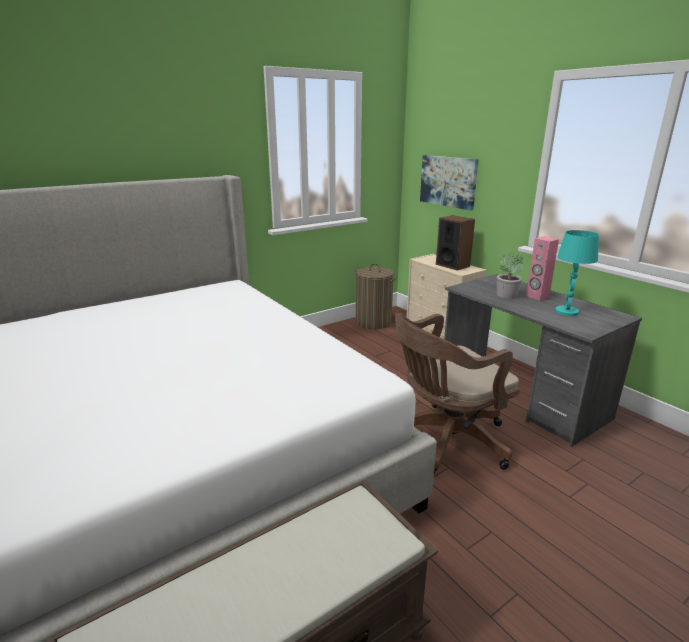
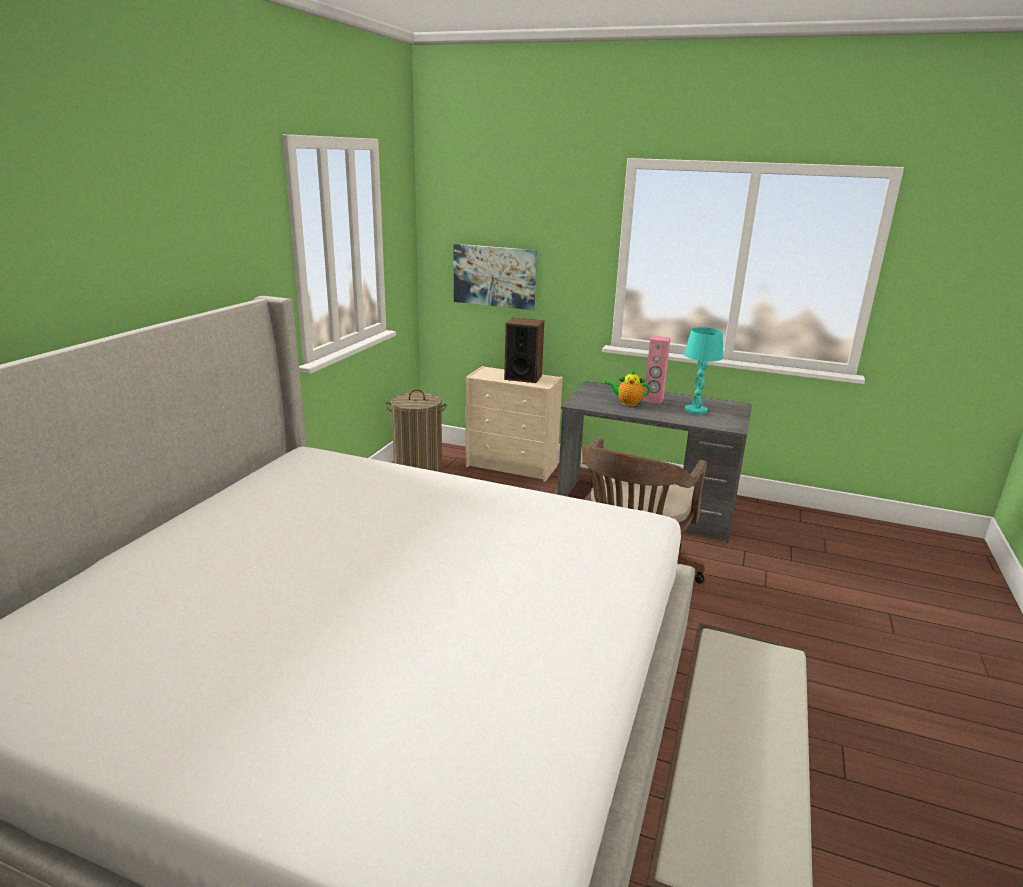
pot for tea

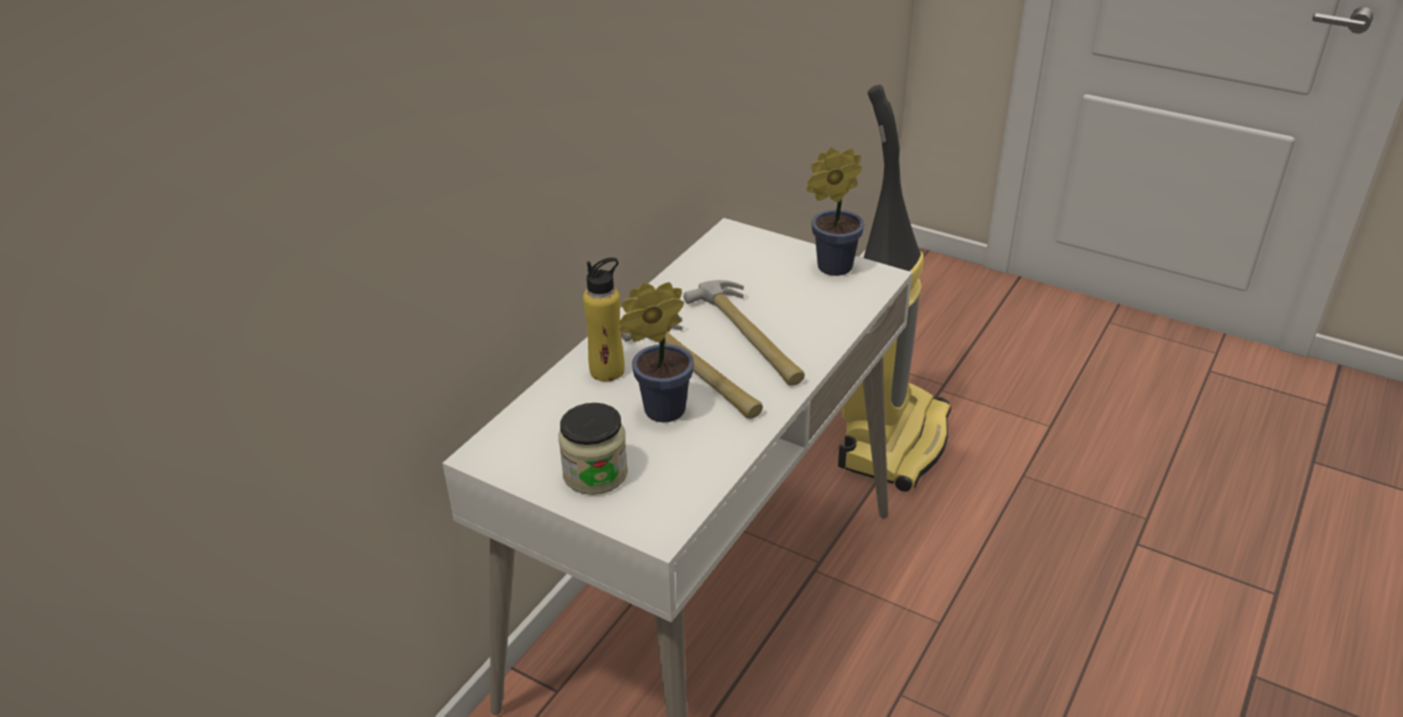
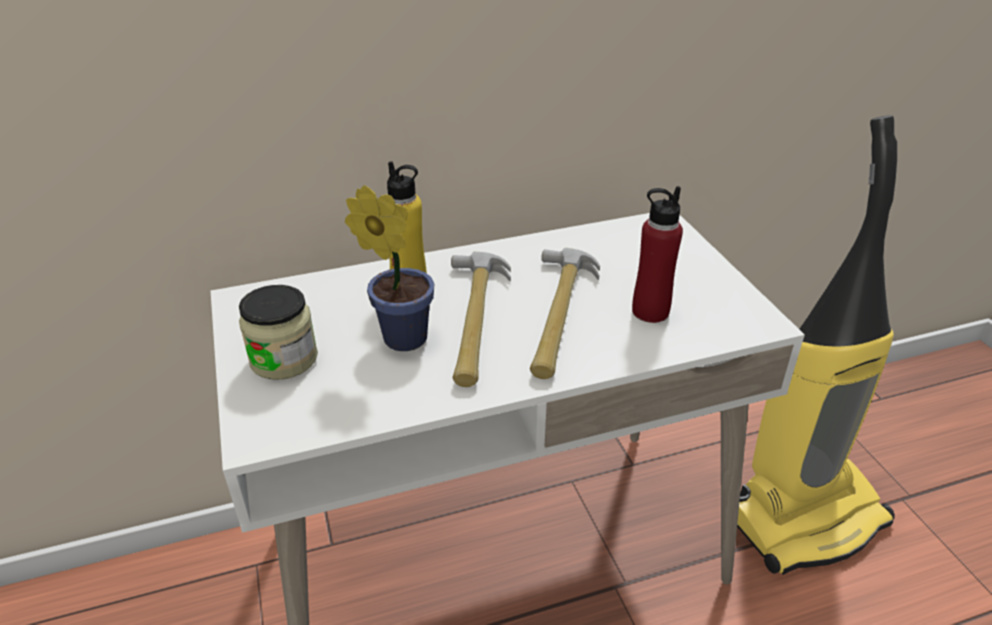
beverage bottle (reddish); houseplant (no. 2 from left in the first image)

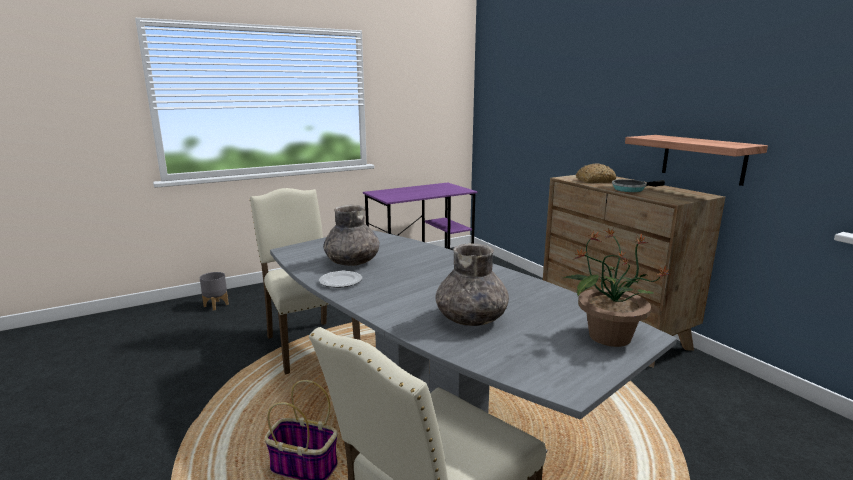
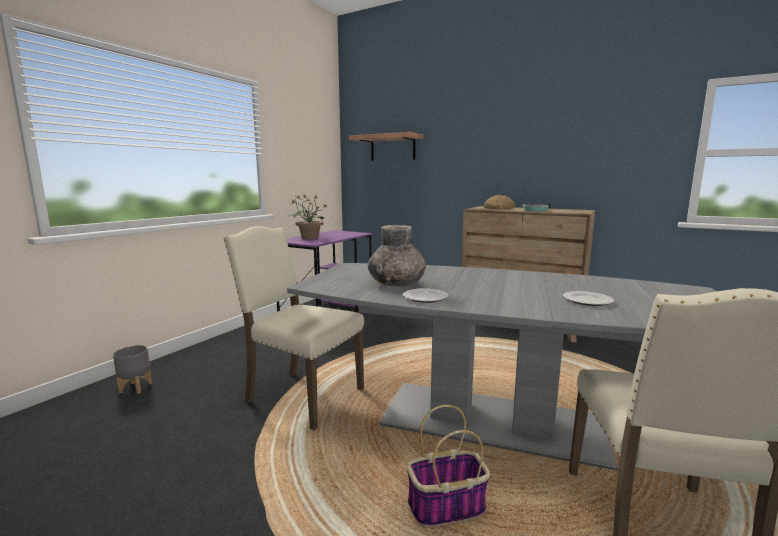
houseplant; wall shelf; flat dish (no. 2 from left)

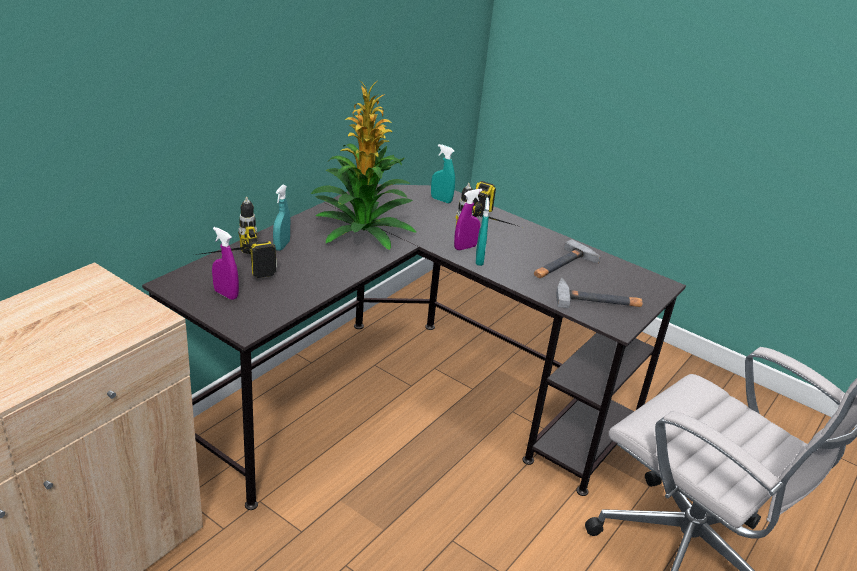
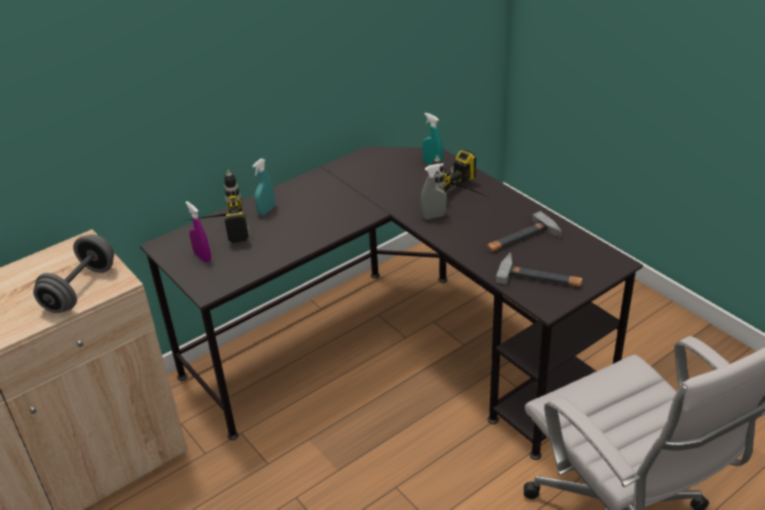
hand weight (greyish); sprayer (greyish); houseplant; sprayer (turquoise-coloured) (no. 3 from left in the first image)

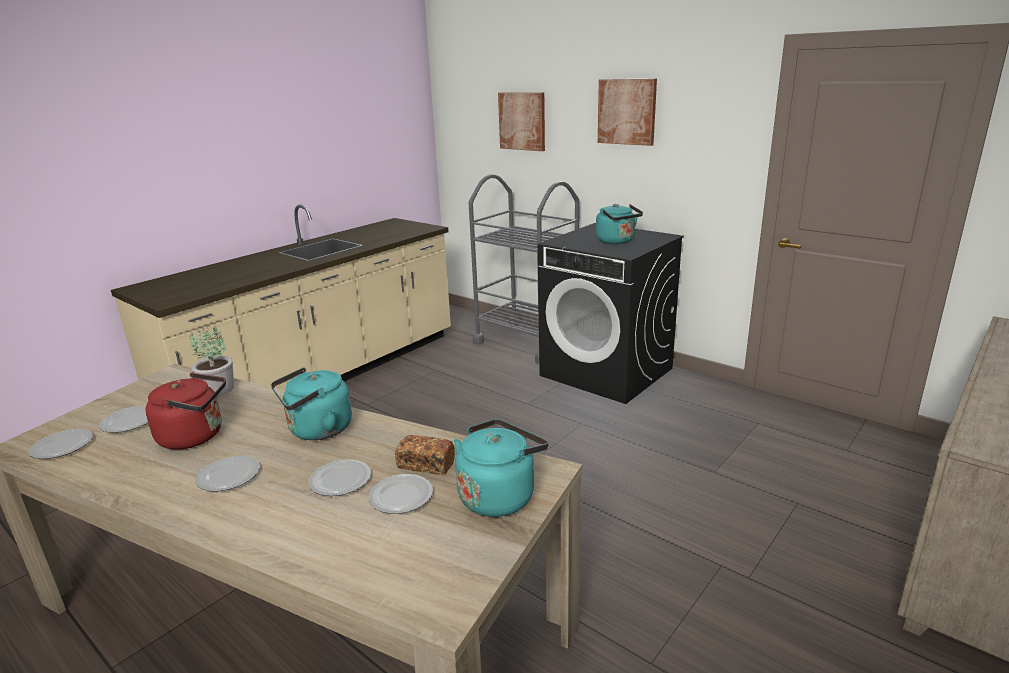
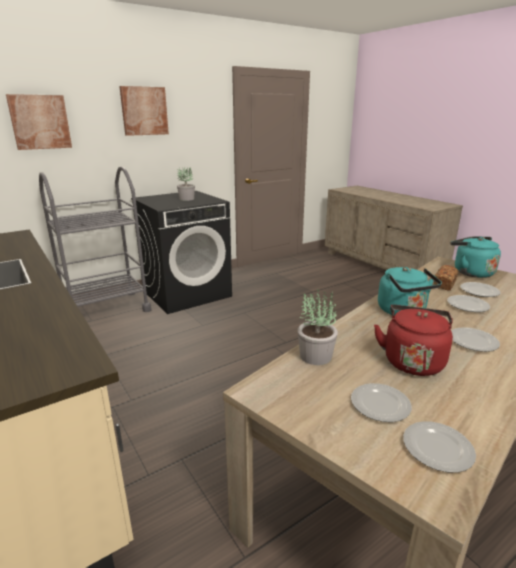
houseplant (no. 1 from left)

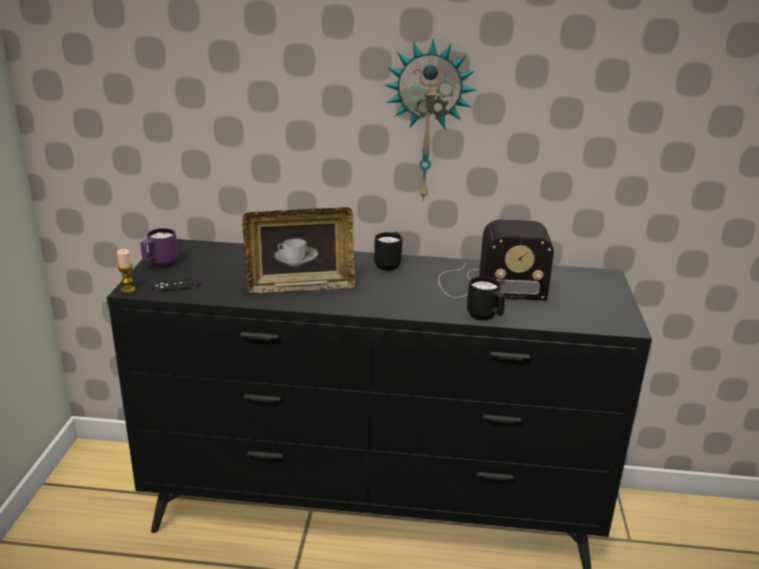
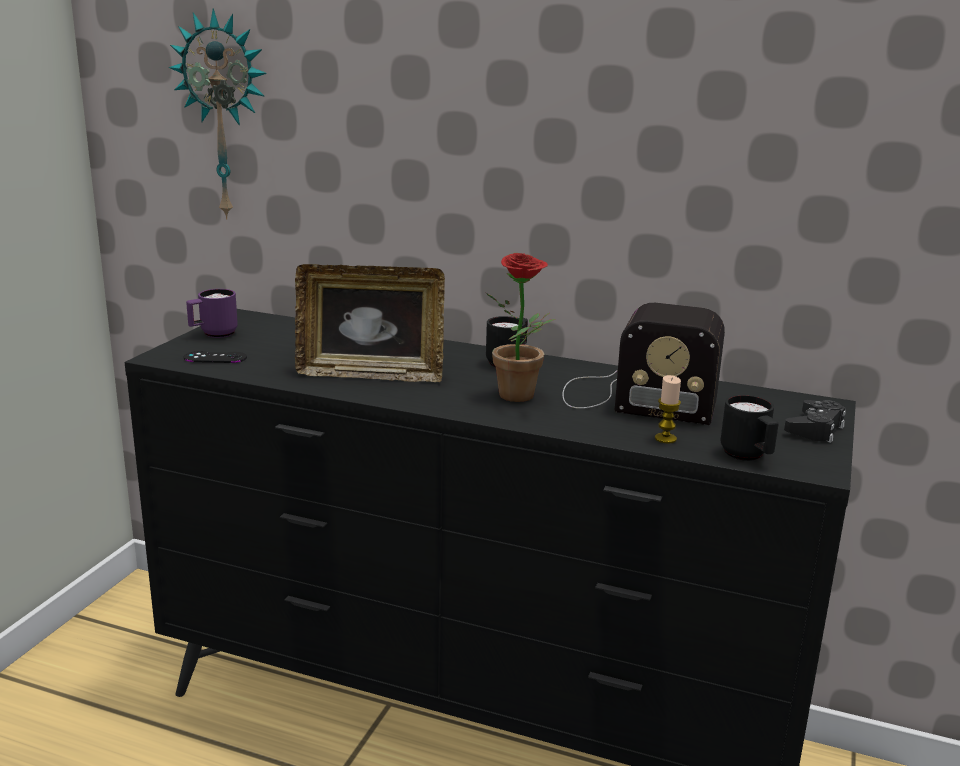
clock on the wall; houseplant; wax light; coffee mug (black-coloured) (no. 2 from left); joypad (black-coloured) (no. 2 from left)

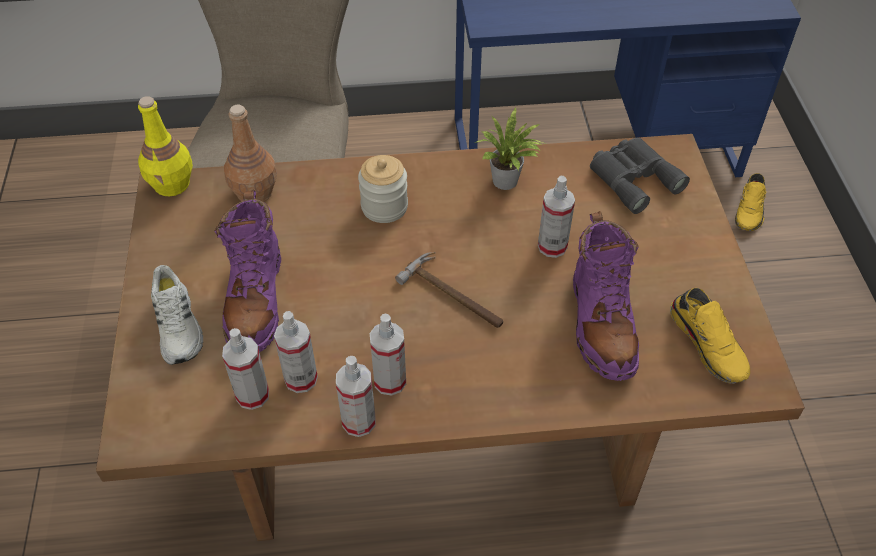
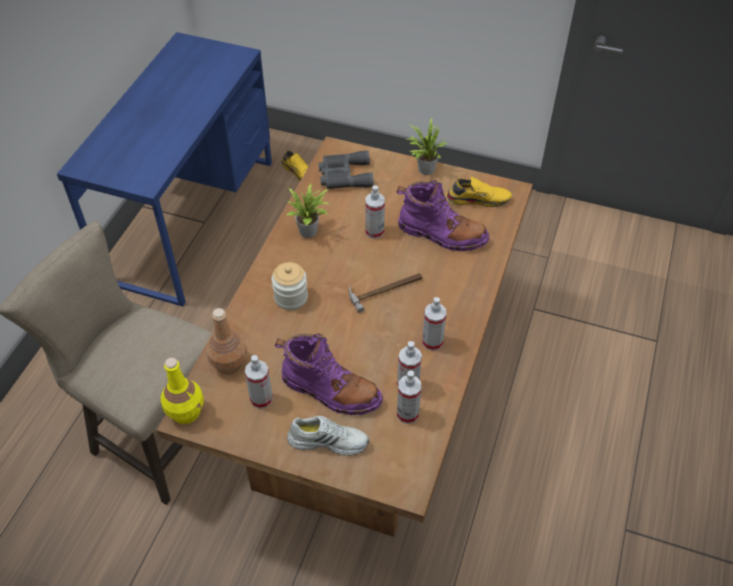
sprayer (no. 1 from left); houseplant (no. 2 from left)

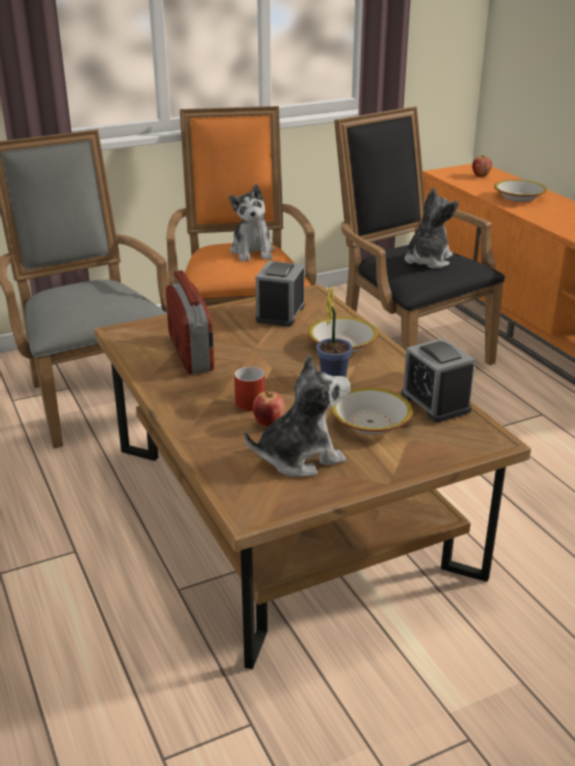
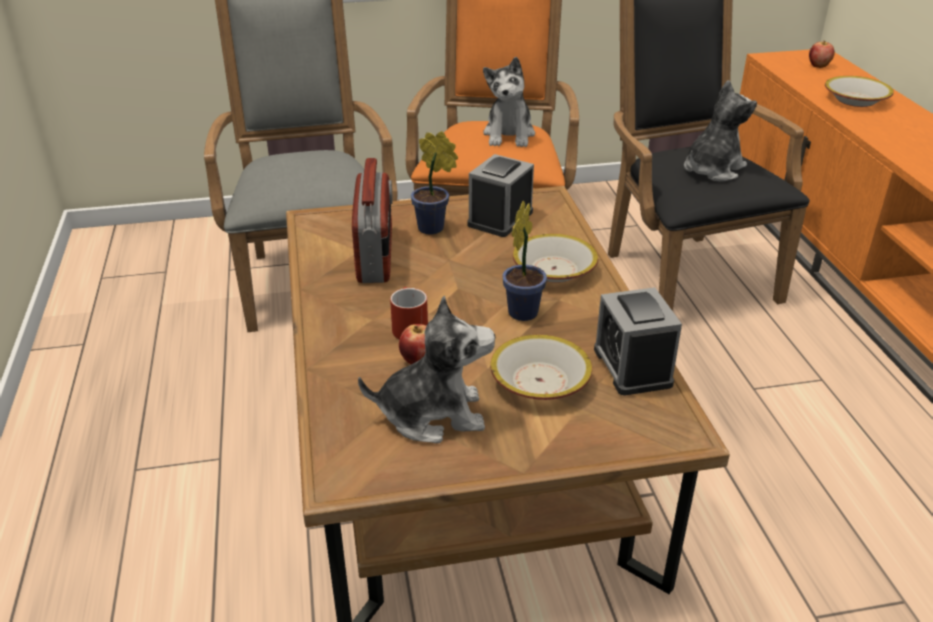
houseplant (no. 1 from left)

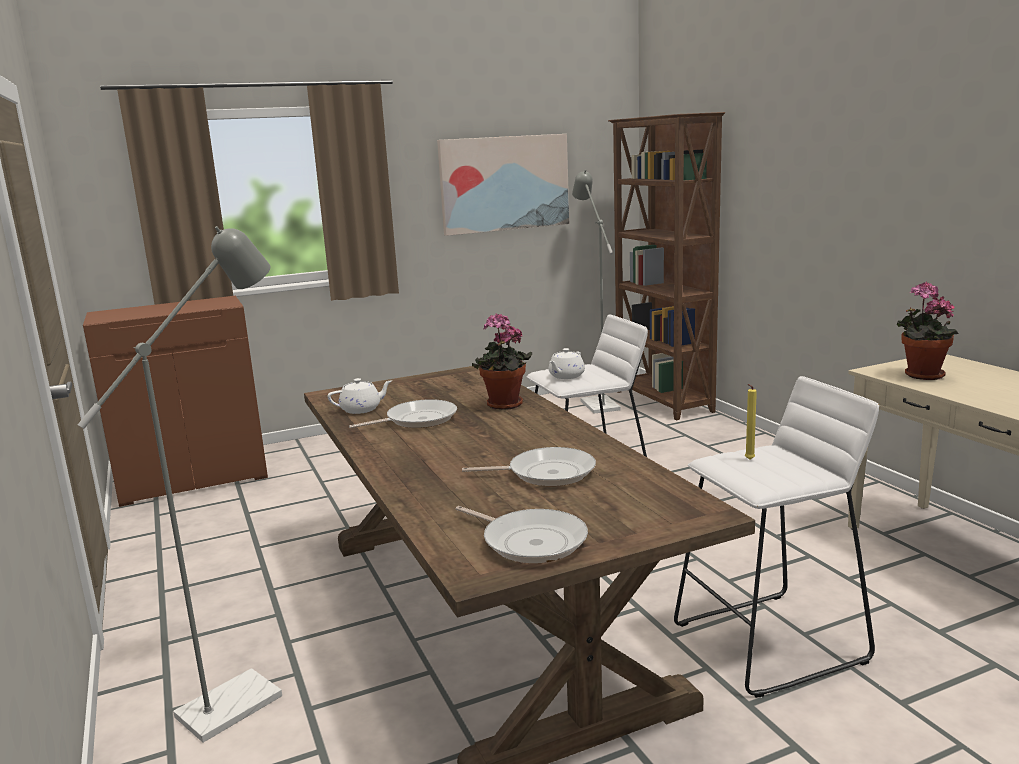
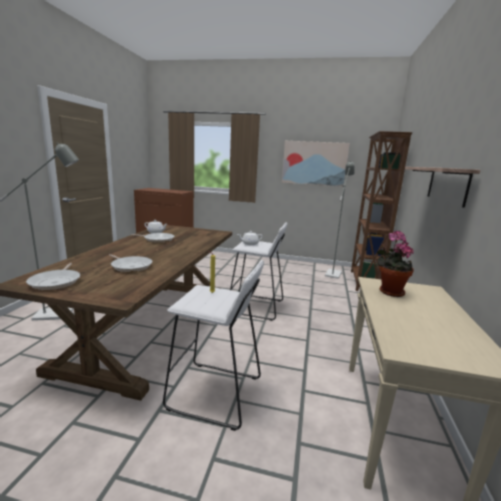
wall shelf; houseplant (no. 1 from left in the first image)

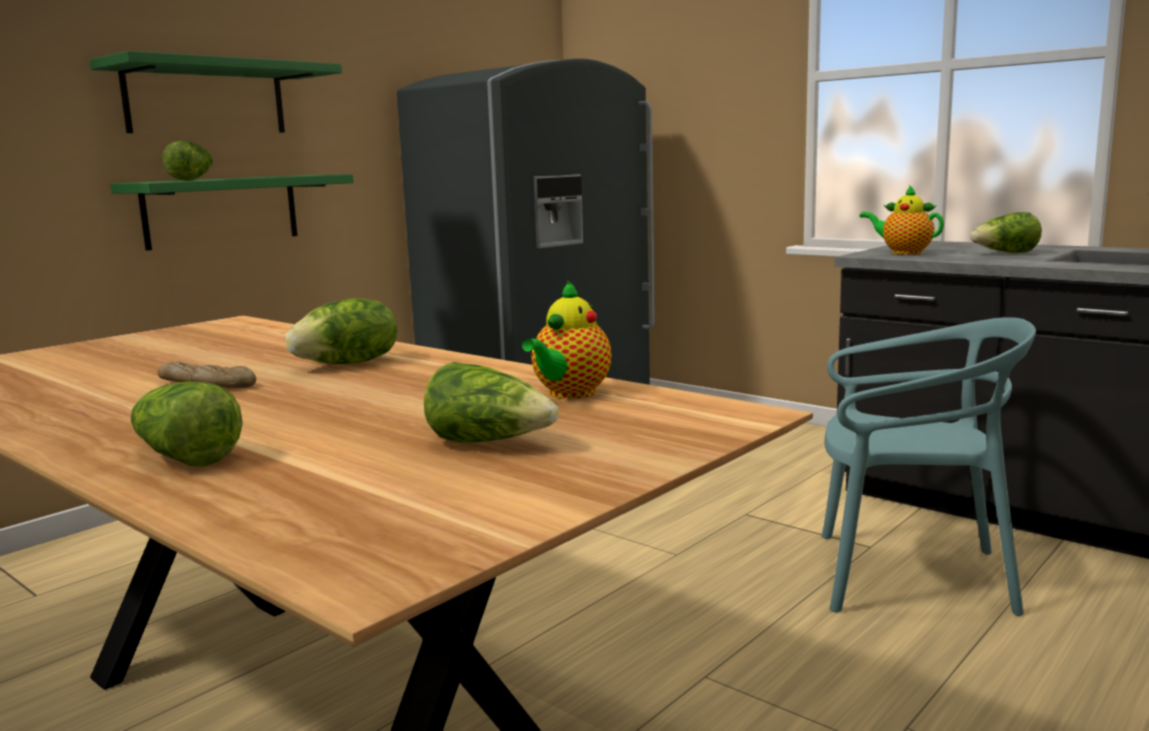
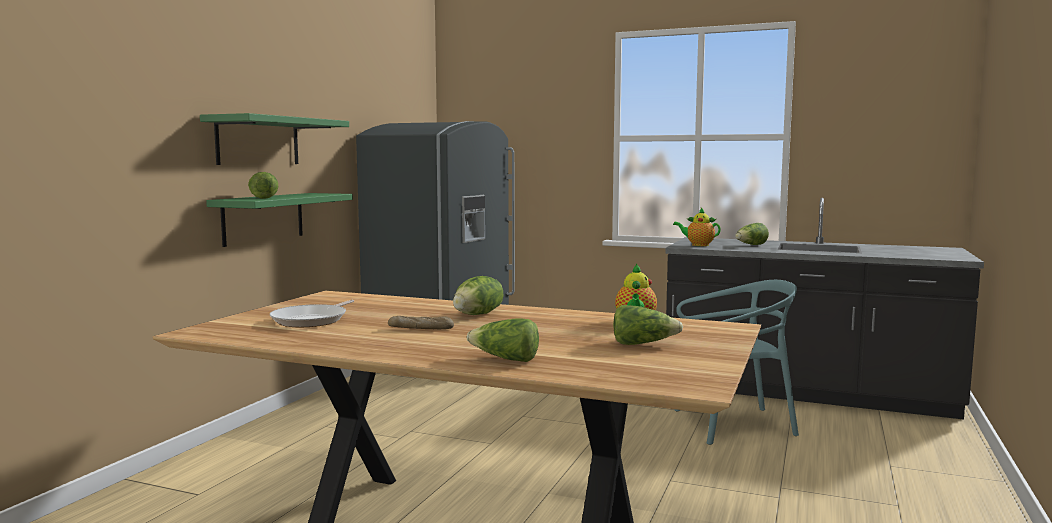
skillet

